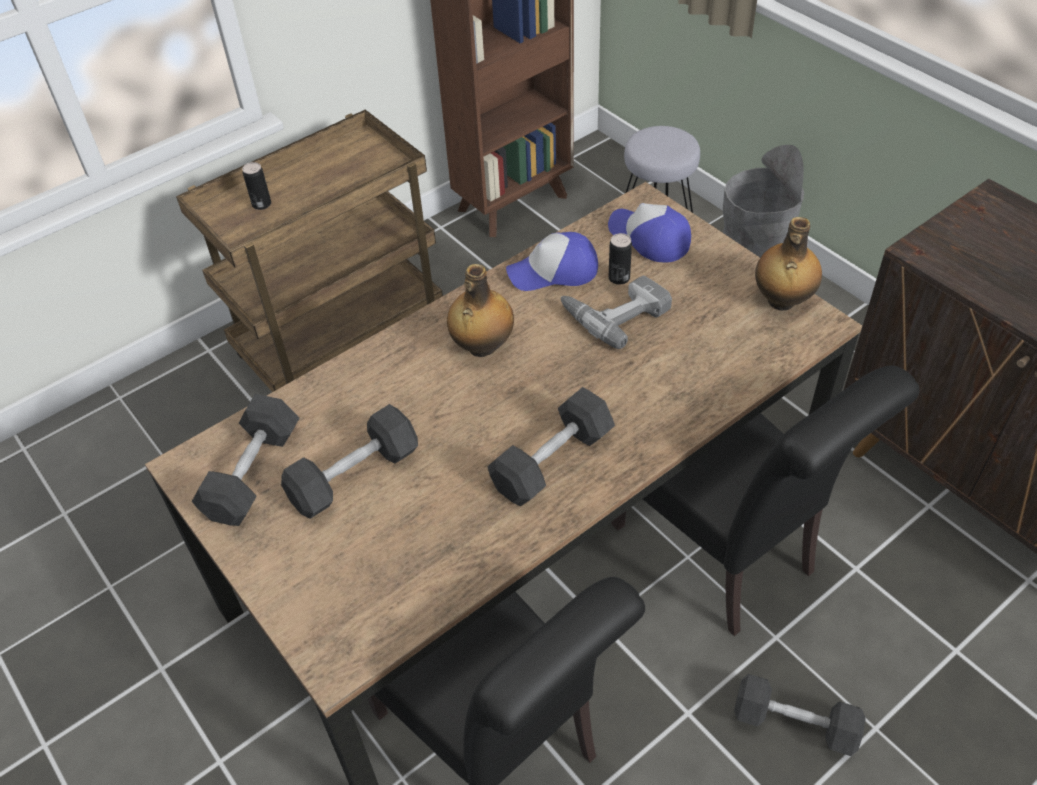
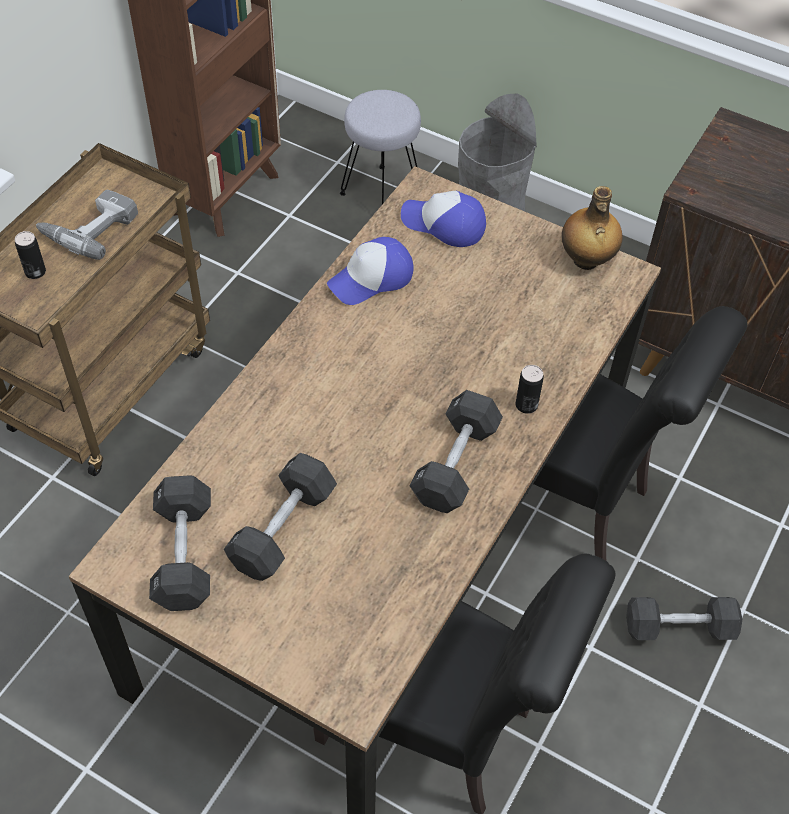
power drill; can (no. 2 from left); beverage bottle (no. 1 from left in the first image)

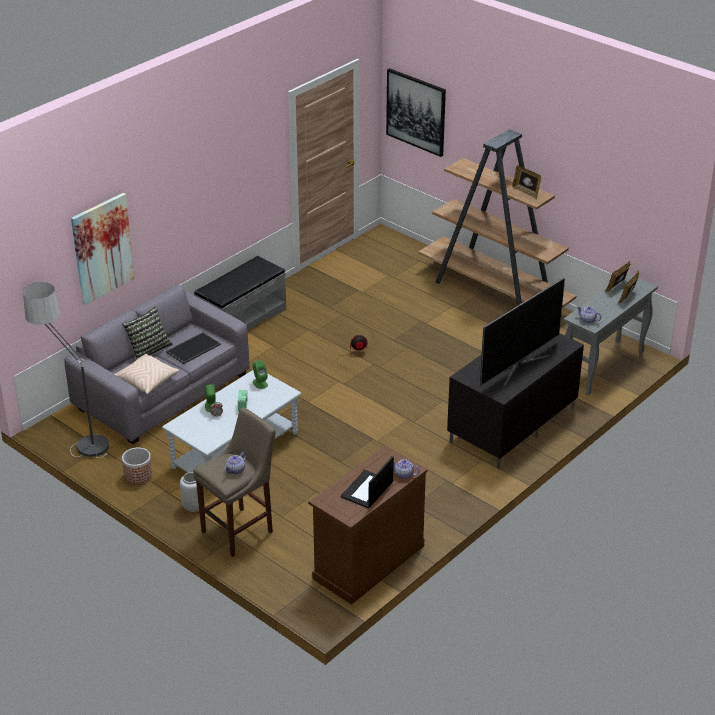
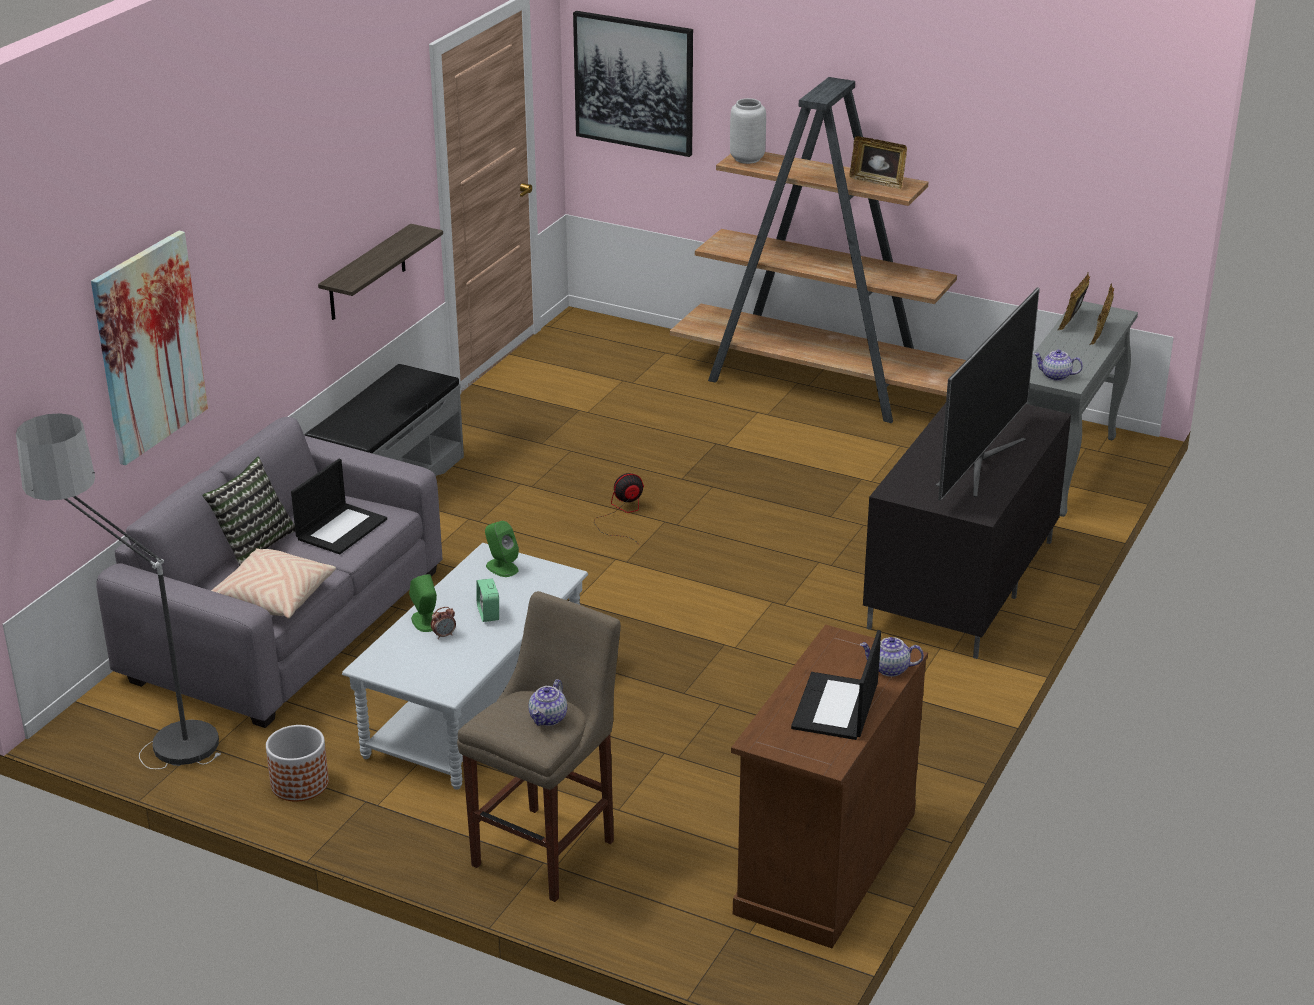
portable computer (no. 1 from left); wall shelf; flower vase (greyish)

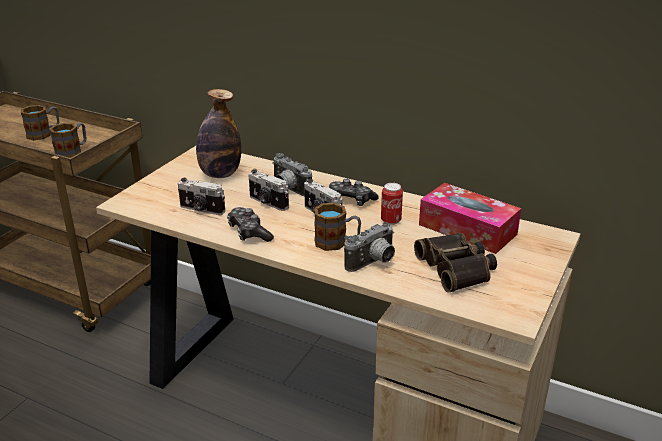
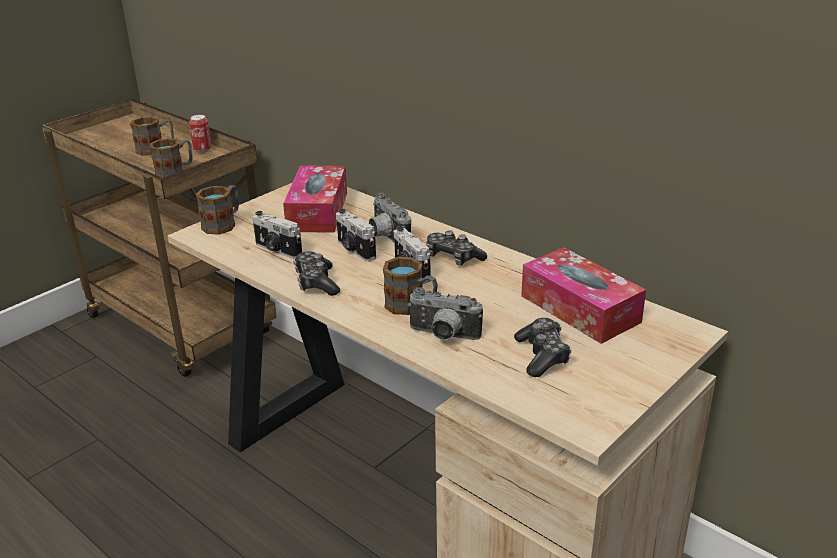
can; coffee mug (no. 3 from left); box of tissues (no. 1 from left); still camera (no. 5 from left); joypad (no. 3 from left)

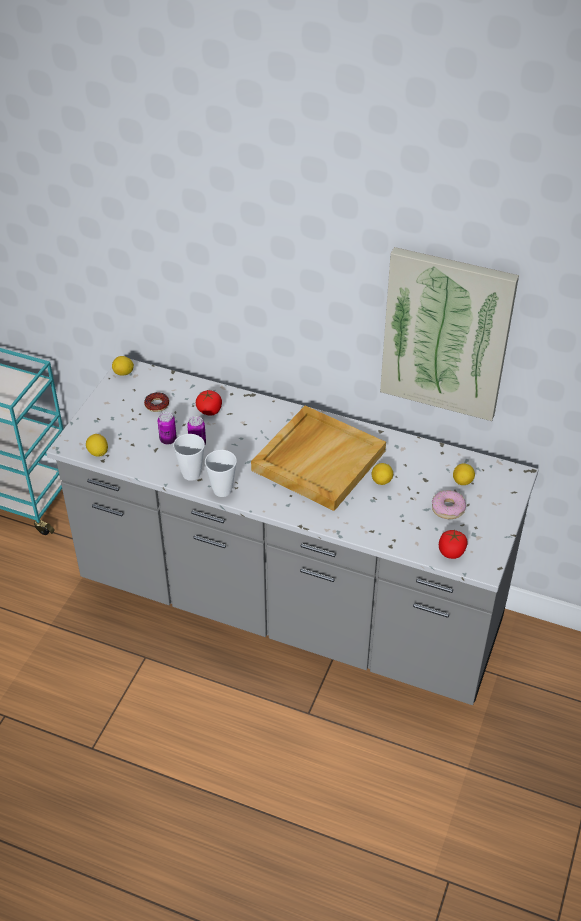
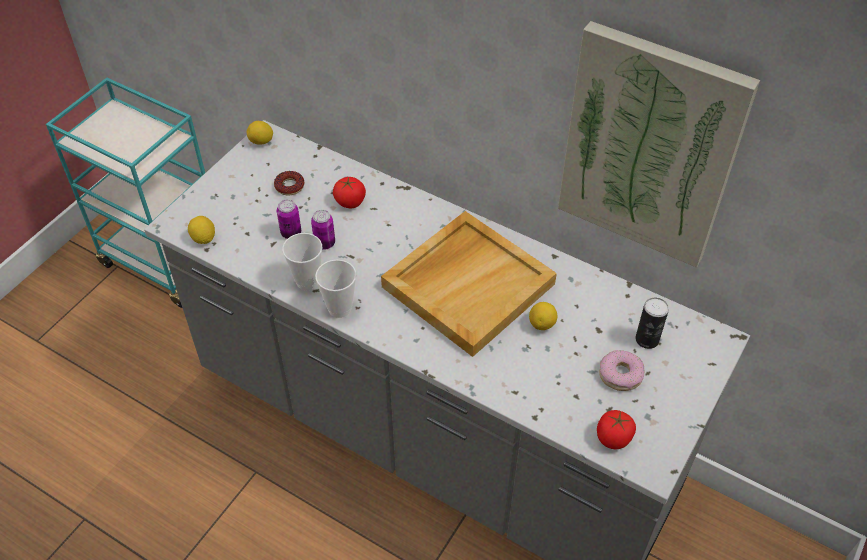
can (no. 3 from left)

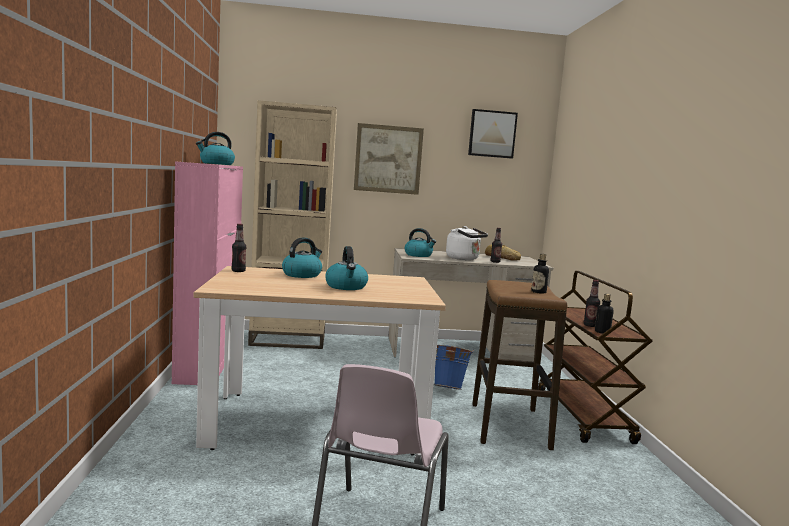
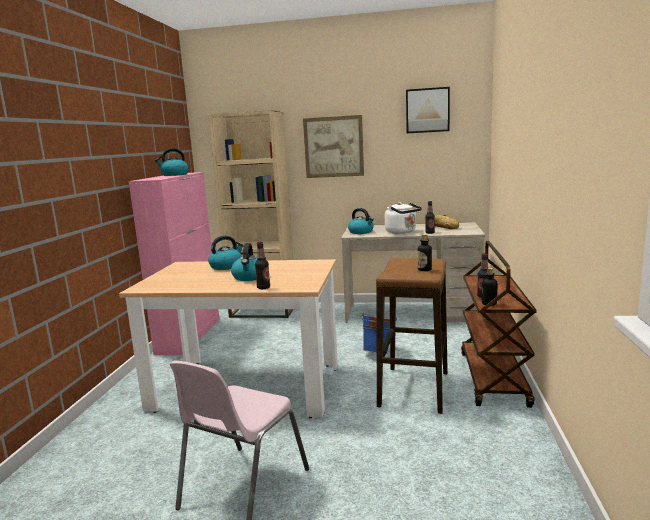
beverage bottle (no. 1 from left)

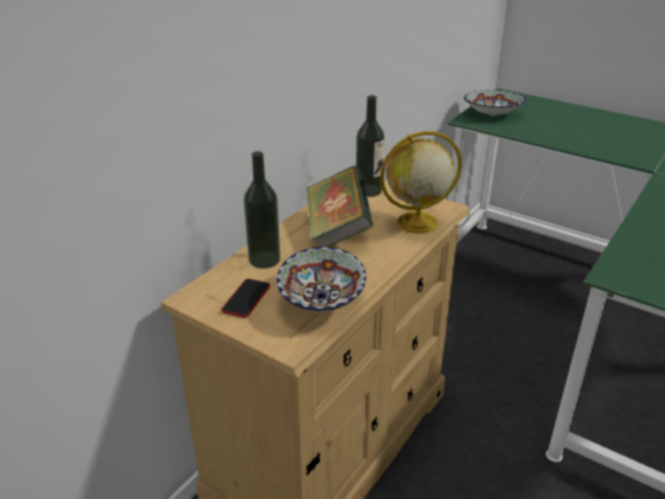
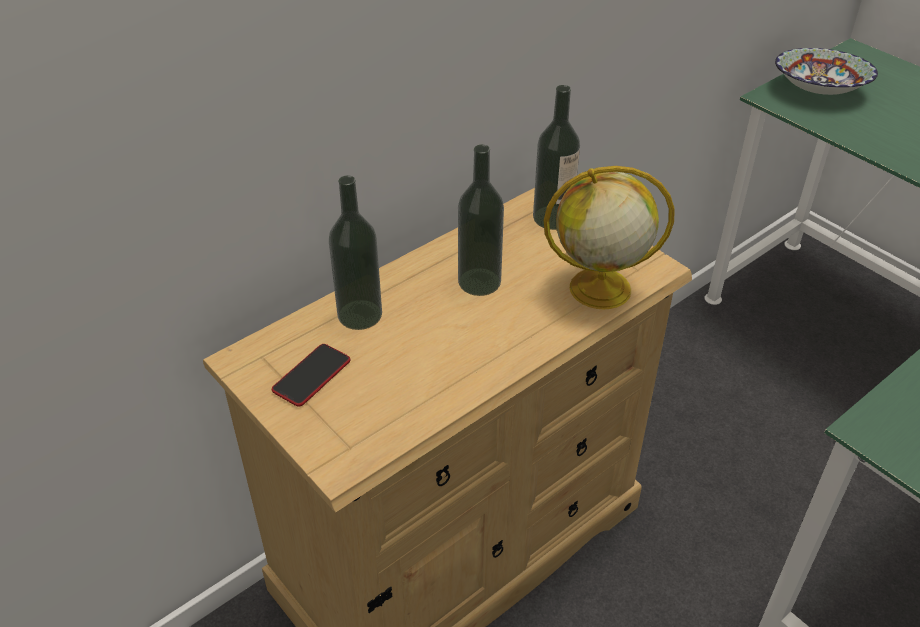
beverage bottle (no. 2 from left); deep dish (no. 1 from left in the first image)

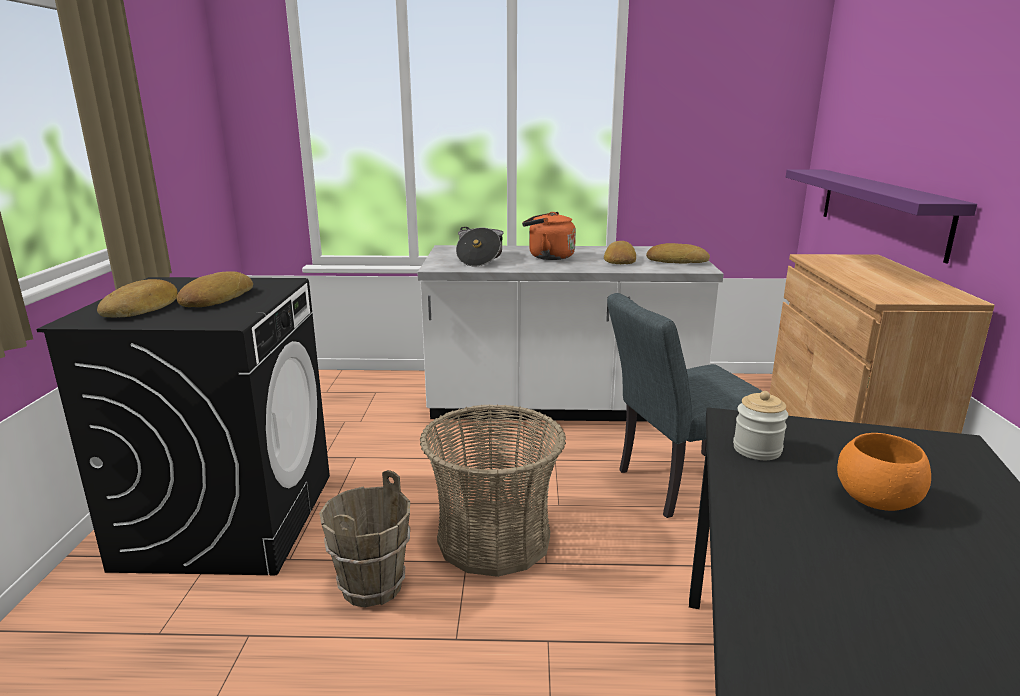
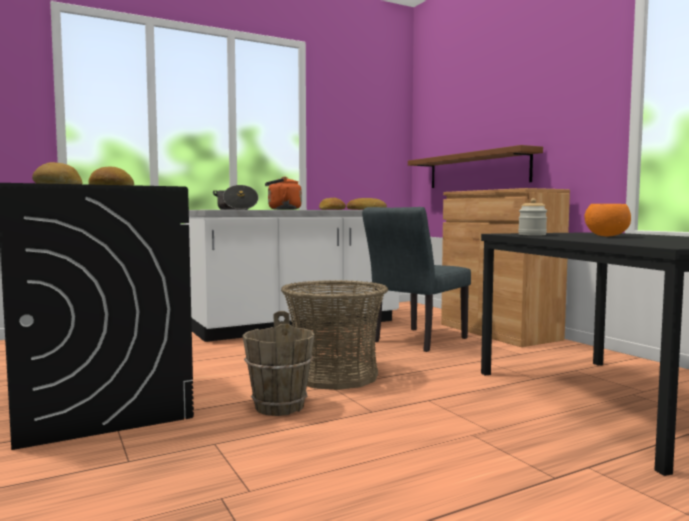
wall shelf (brown)

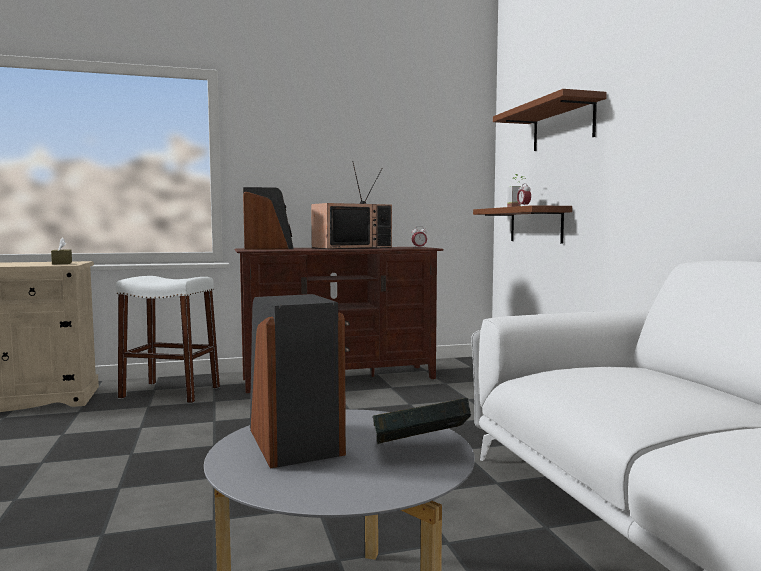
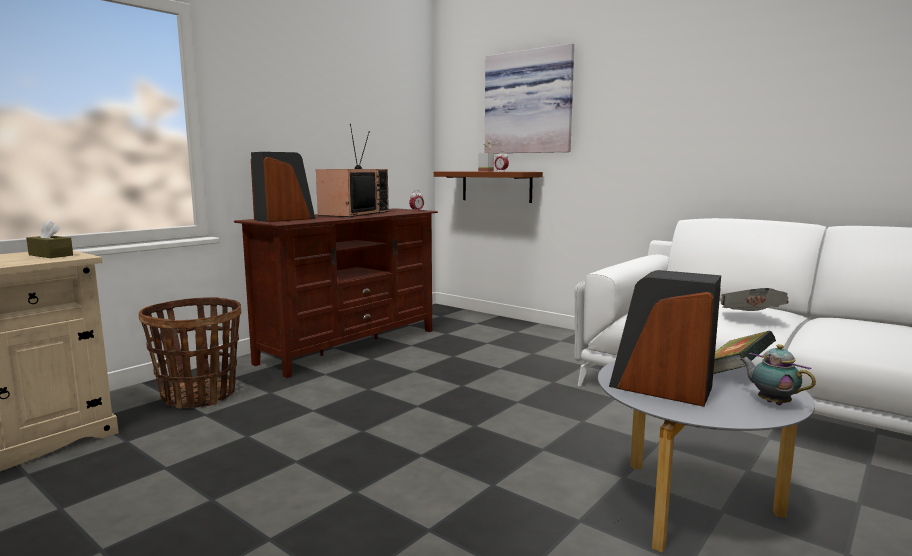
basket; wall art; printed paper; pot for tea

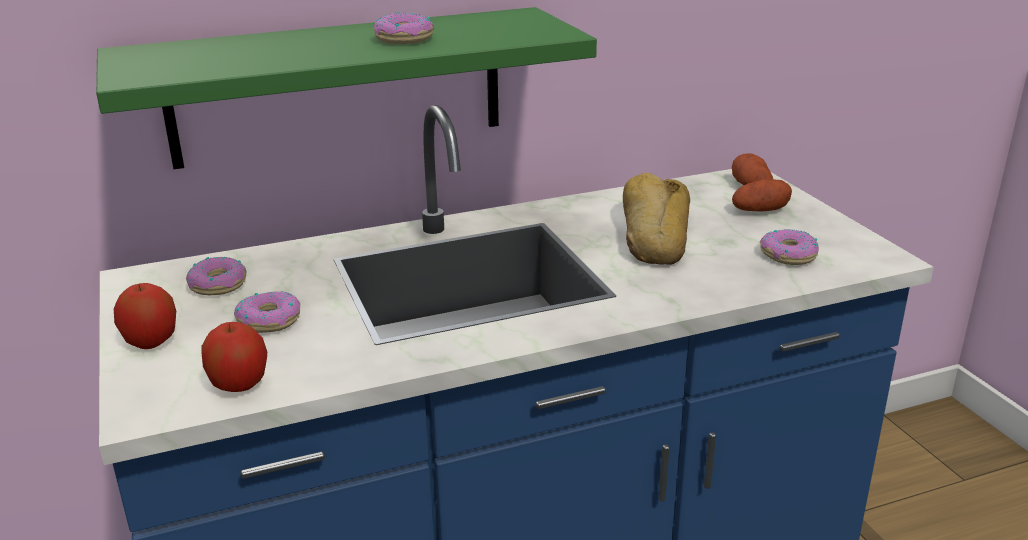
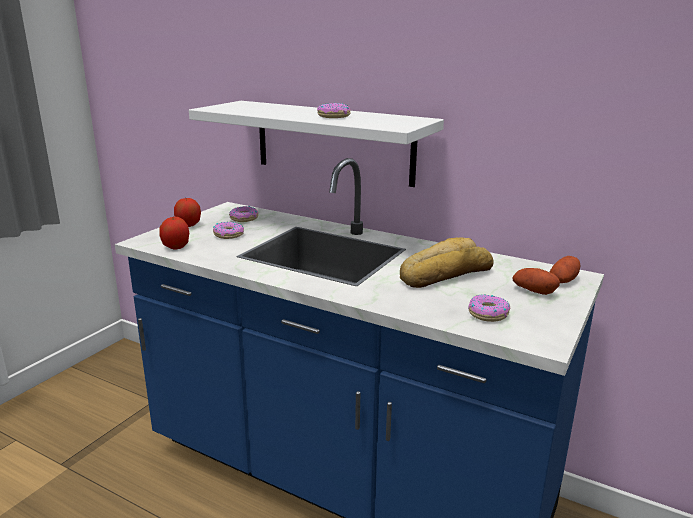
wall shelf (white-coloured)

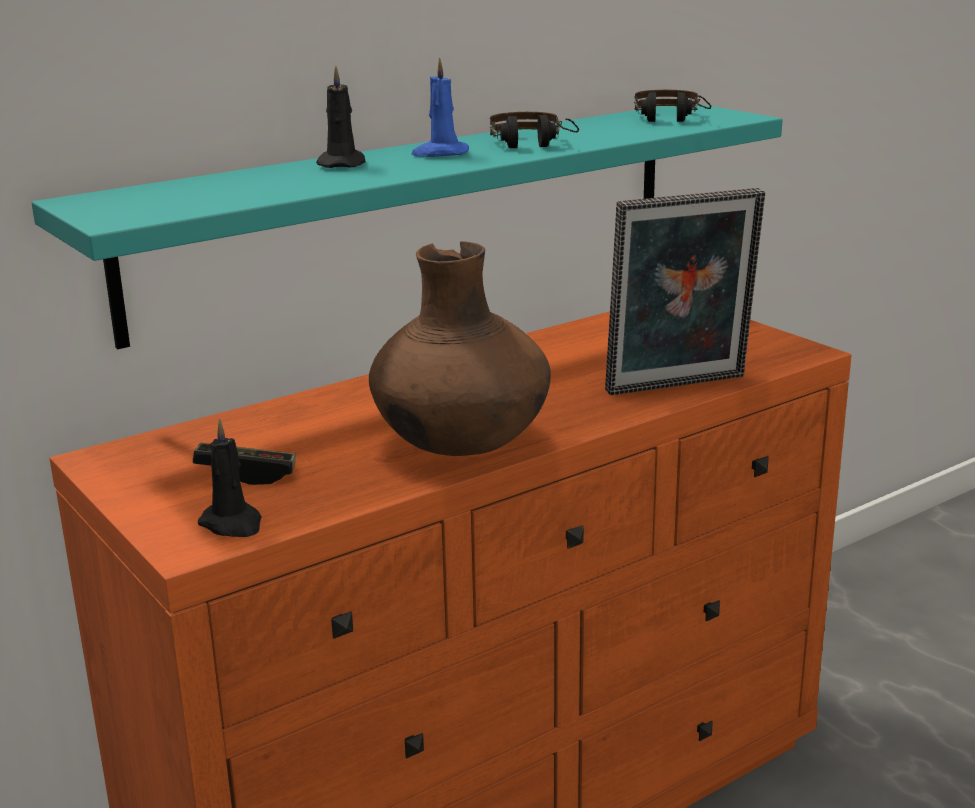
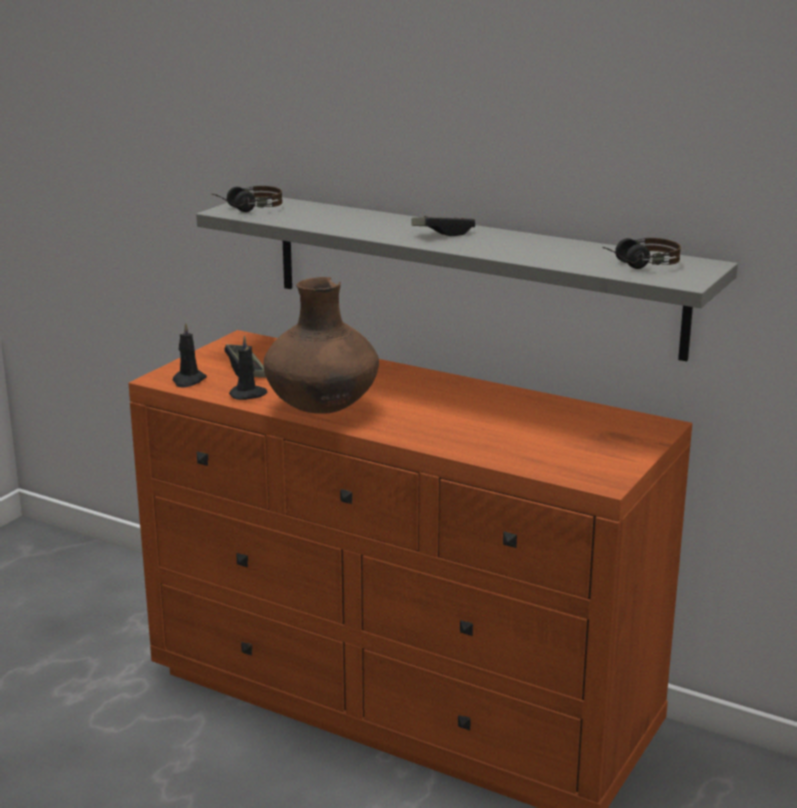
wall shelf (greyish); headset (no. 1 from left); wax light (black-coloured) (no. 2 from left); joypad (no. 2 from left); photo frame

